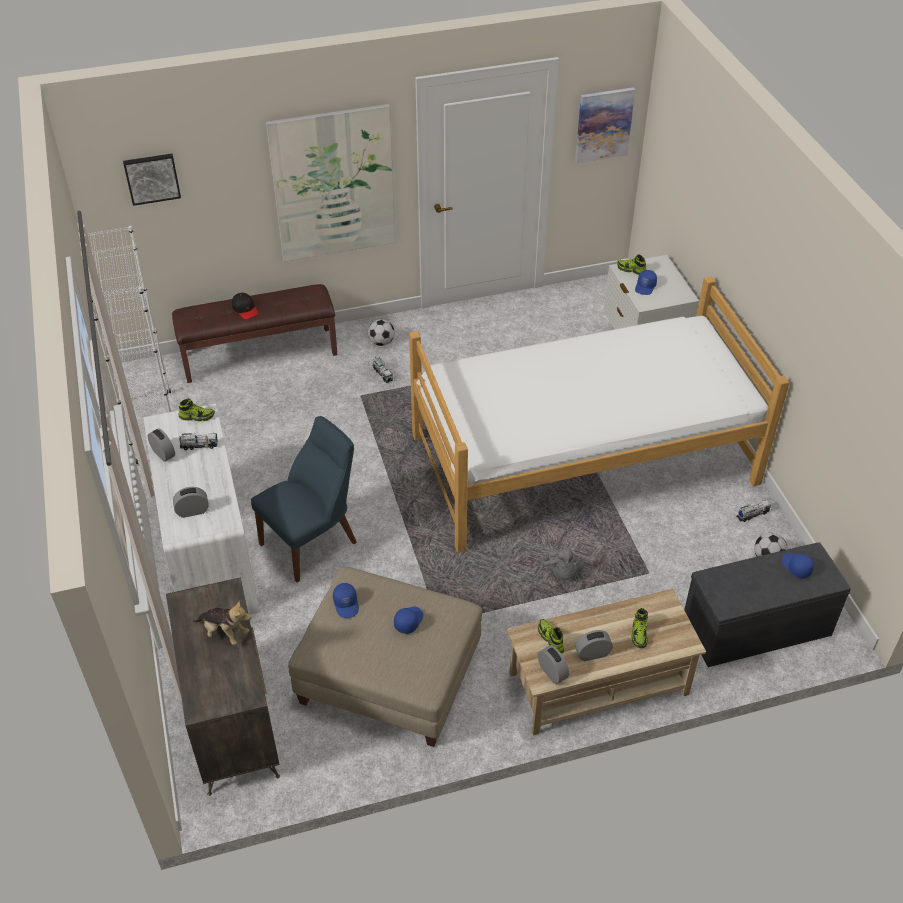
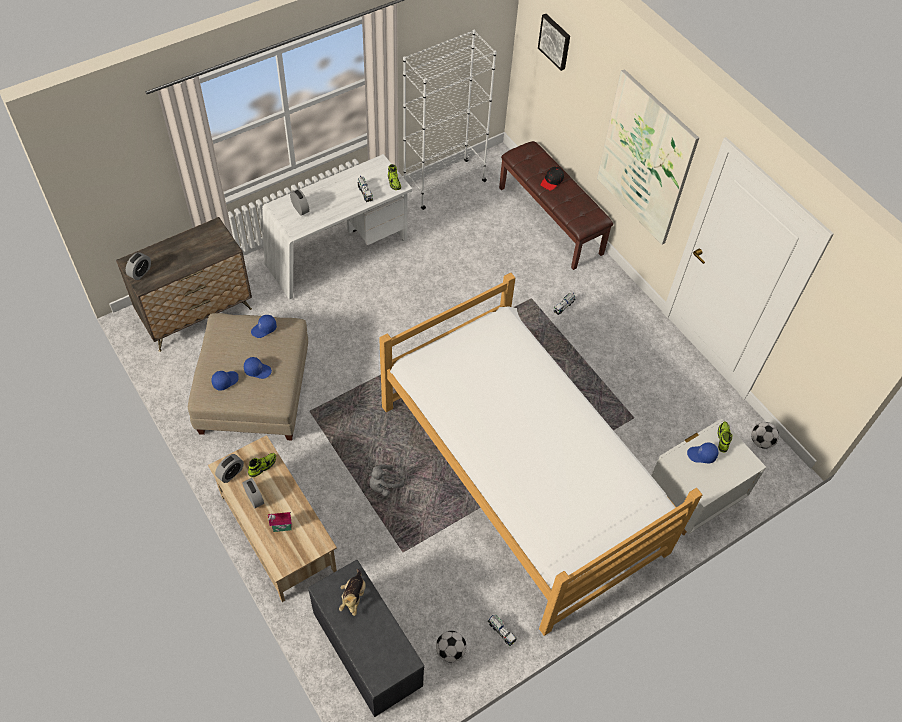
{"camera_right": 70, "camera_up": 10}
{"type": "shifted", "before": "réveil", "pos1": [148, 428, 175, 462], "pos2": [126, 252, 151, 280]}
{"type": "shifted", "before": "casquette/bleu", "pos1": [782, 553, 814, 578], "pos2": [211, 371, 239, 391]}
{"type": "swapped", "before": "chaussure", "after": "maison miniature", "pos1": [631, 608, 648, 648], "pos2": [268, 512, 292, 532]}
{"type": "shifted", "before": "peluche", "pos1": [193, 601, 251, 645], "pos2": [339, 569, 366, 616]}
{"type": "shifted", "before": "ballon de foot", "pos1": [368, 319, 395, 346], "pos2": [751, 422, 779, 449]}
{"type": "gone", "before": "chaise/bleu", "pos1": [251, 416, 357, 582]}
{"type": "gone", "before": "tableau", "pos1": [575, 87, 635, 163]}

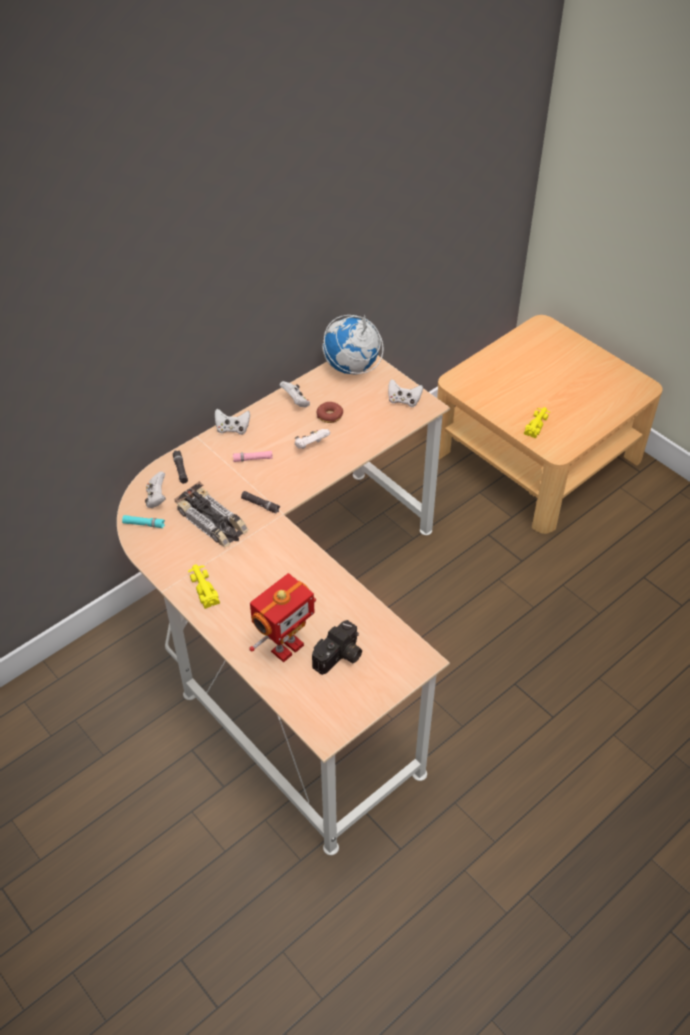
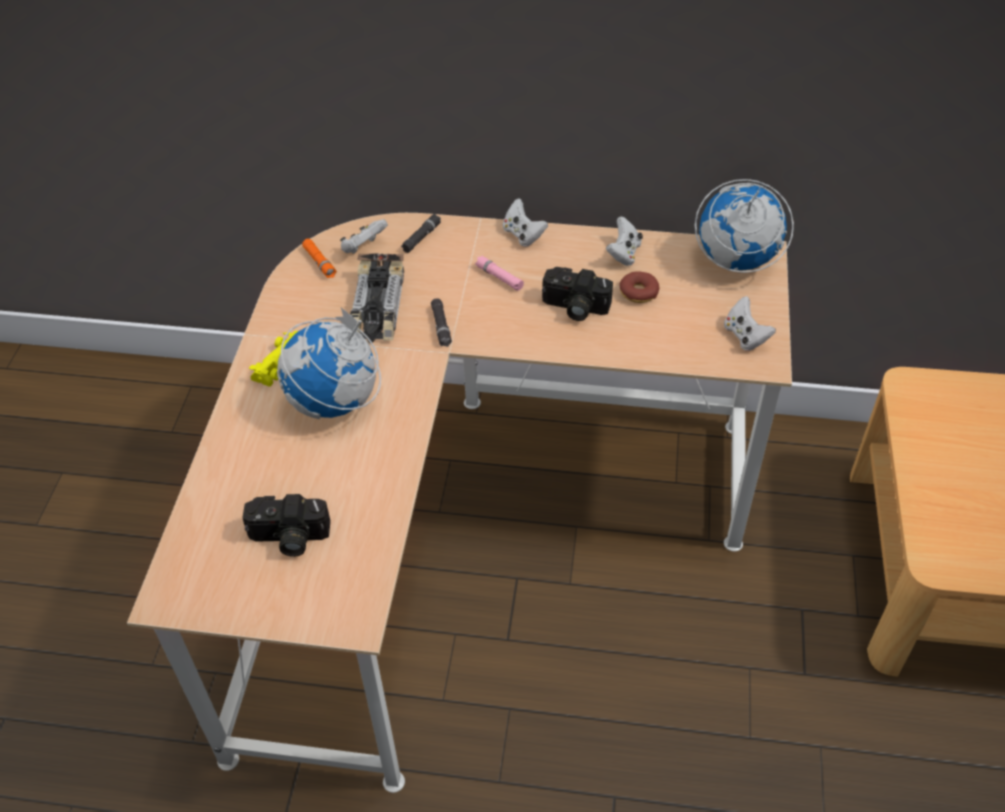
{"camera_right": 50, "camera_up": 0}
{"type": "new", "after": "globe", "pos2": [277, 308, 381, 419]}
{"type": "repainted", "before": "lampe de poche/turquoise", "after": "lampe de poche/orange", "pos1": [122, 515, 165, 528], "pos2": [302, 238, 337, 278]}
{"type": "swapped", "before": "manette/blanc", "after": "appareil photo", "pos1": [295, 429, 330, 449], "pos2": [542, 267, 613, 321]}
{"type": "gone", "before": "robot jouet", "pos1": [249, 573, 316, 662]}
{"type": "gone", "before": "petite voiture/jaune", "pos1": [524, 407, 550, 438]}

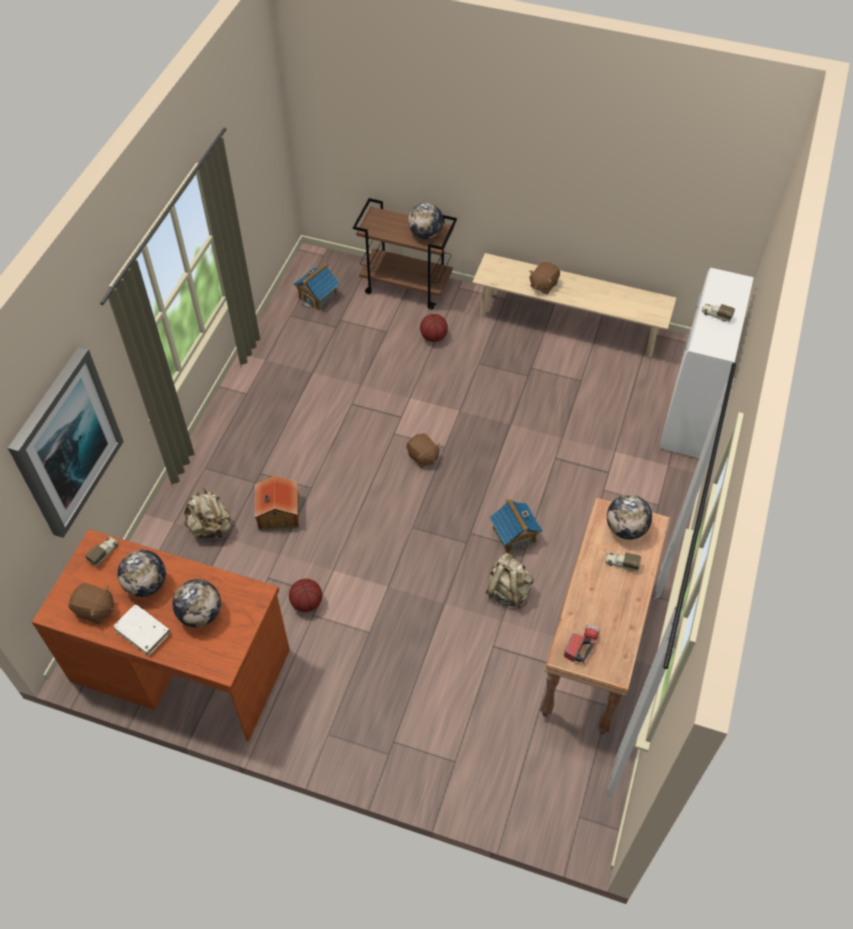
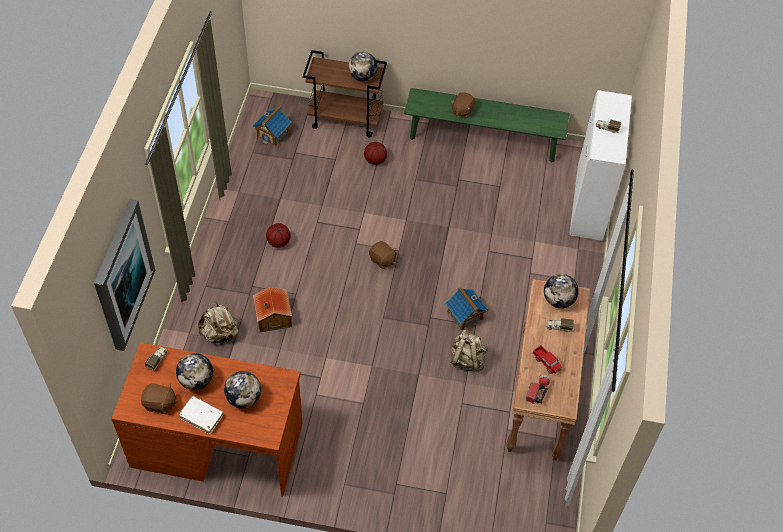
{"camera_right": -10, "camera_up": 0}
{"type": "shifted", "before": "ballon de basket", "pos1": [289, 579, 322, 612], "pos2": [266, 223, 291, 248]}
{"type": "repainted", "before": "banc/beige", "after": "banc/vert", "pos1": [472, 253, 676, 357], "pos2": [404, 88, 570, 163]}
{"type": "new", "after": "camion jouet", "pos2": [532, 345, 561, 375]}

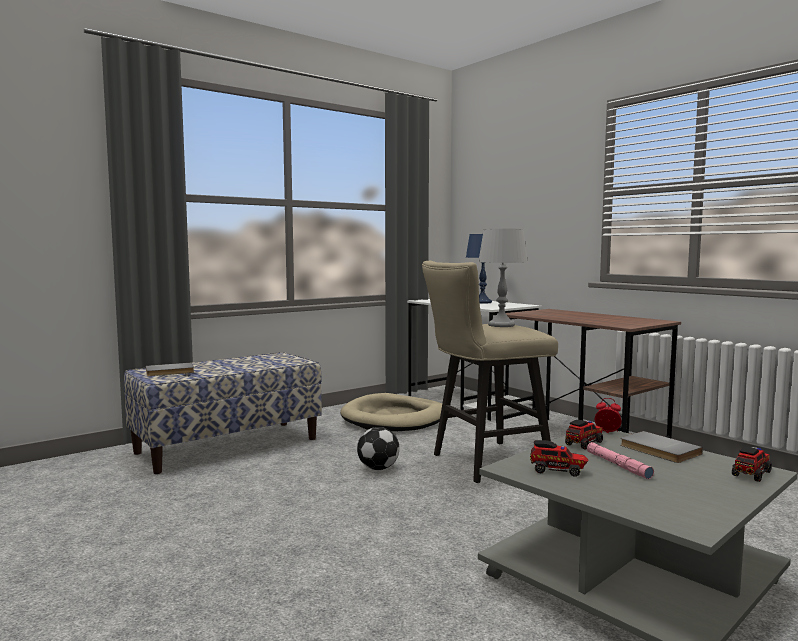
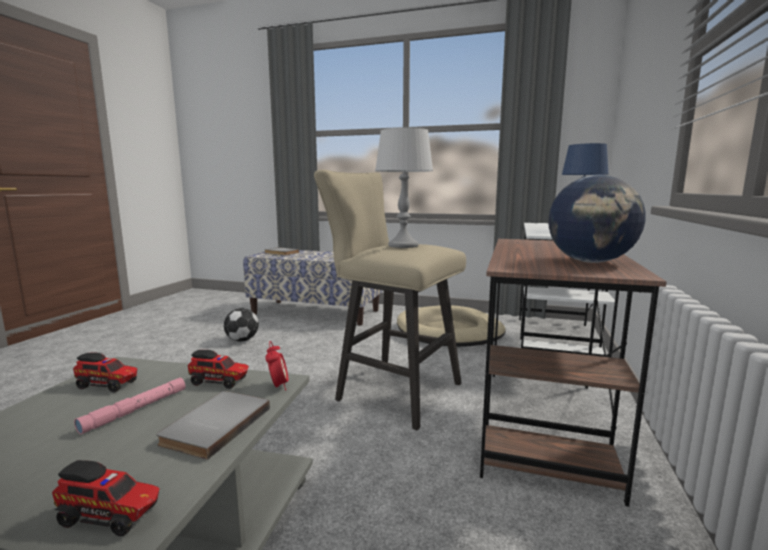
{"camera_right": 55, "camera_up": 5}
{"type": "rotated", "before": "camion jouet", "pos1": [530, 440, 589, 477], "pos2": [73, 353, 138, 392], "turn": -60}
{"type": "shifted", "before": "ballon de foot", "pos1": [357, 427, 399, 470], "pos2": [224, 308, 259, 342]}
{"type": "new", "after": "globe", "pos2": [548, 175, 646, 263]}

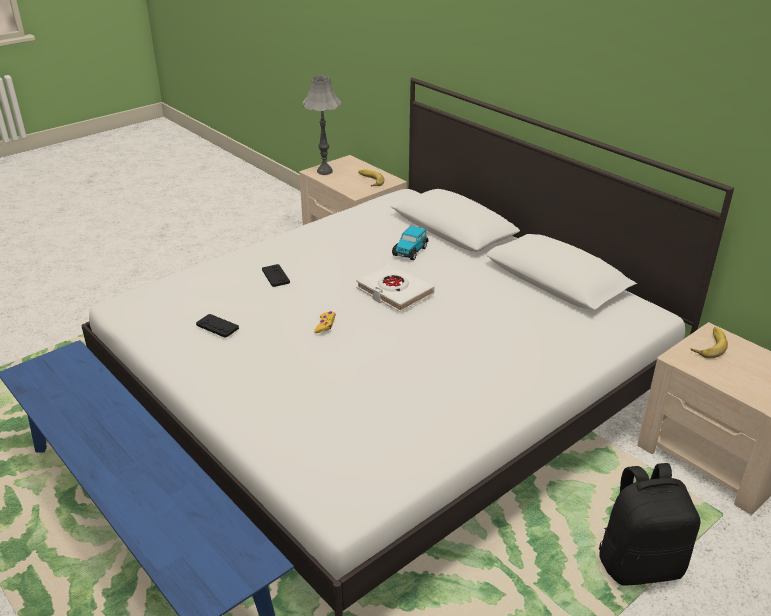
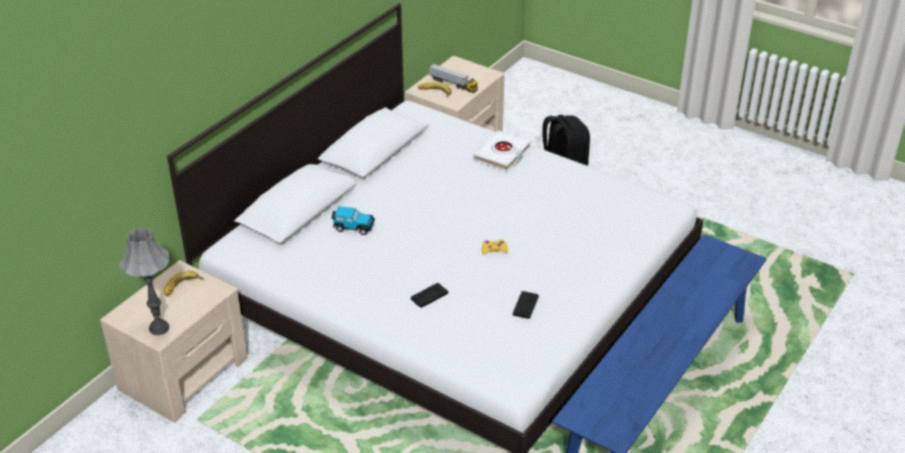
{"camera_right": -105, "camera_up": 5}
{"type": "new", "after": "camion jouet", "pos2": [429, 64, 478, 93]}
{"type": "shifted", "before": "livre/blanc", "pos1": [356, 264, 435, 312], "pos2": [473, 131, 531, 172]}

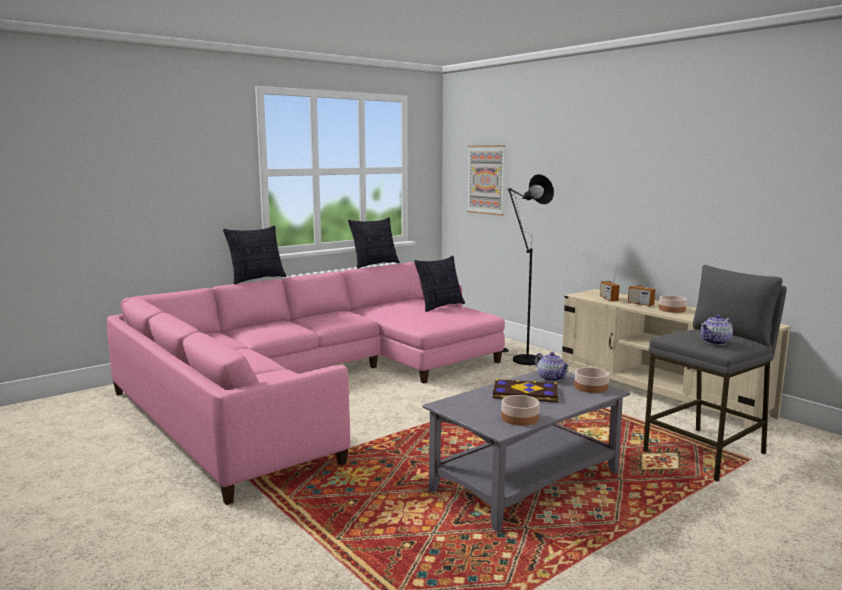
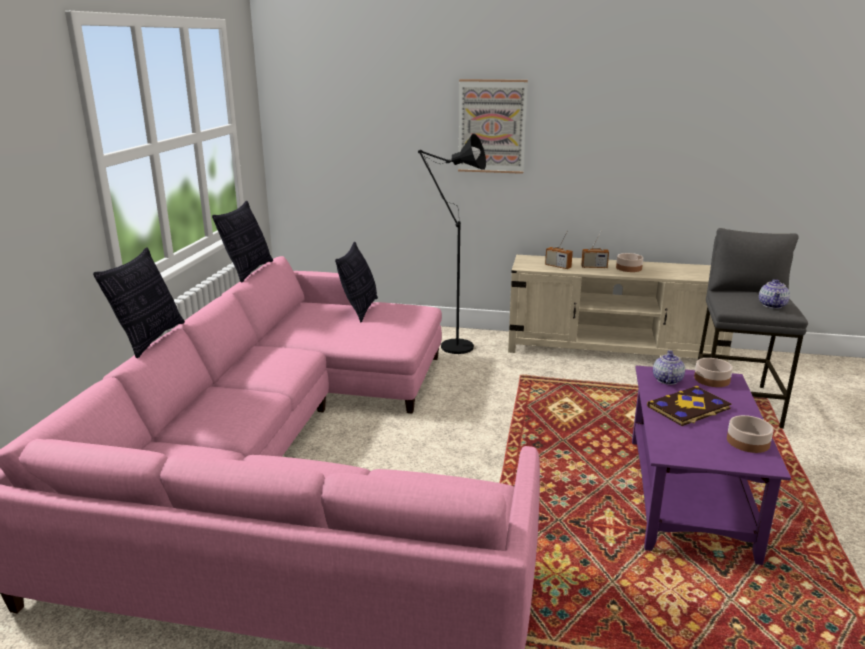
{"camera_right": -40, "camera_up": 10}
{"type": "shifted", "before": "tableau", "pos1": [467, 145, 505, 216], "pos2": [458, 79, 528, 174]}
{"type": "repainted", "before": "table basse/gris", "after": "table basse/violet", "pos1": [423, 371, 630, 532], "pos2": [632, 366, 791, 565]}
{"type": "rotated", "before": "théière", "pos1": [535, 352, 570, 382], "pos2": [653, 350, 685, 385], "turn": -90}

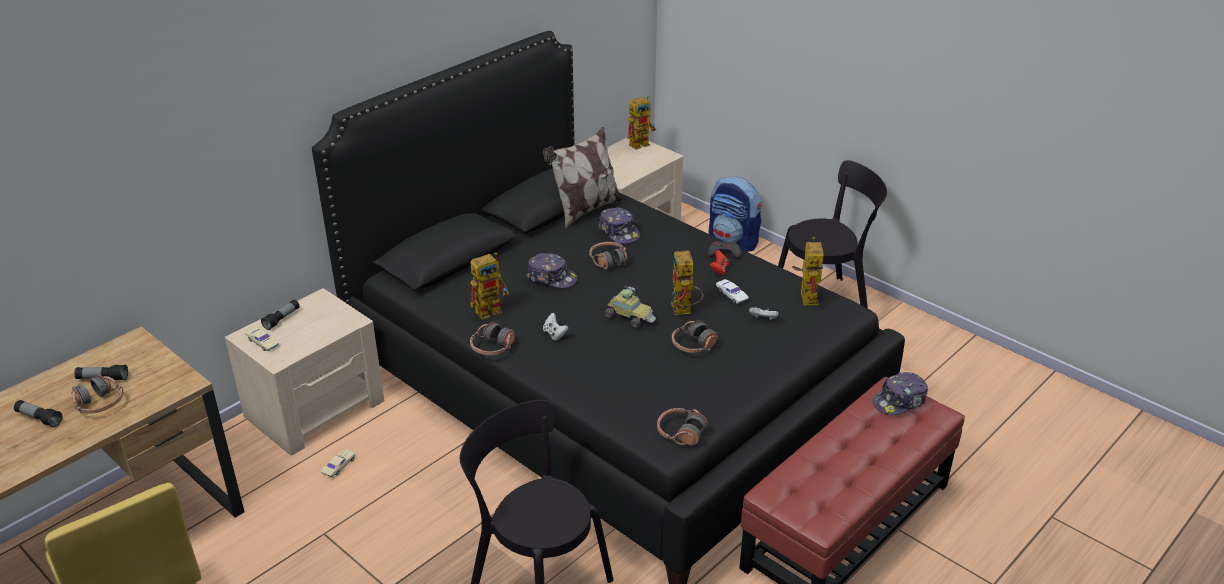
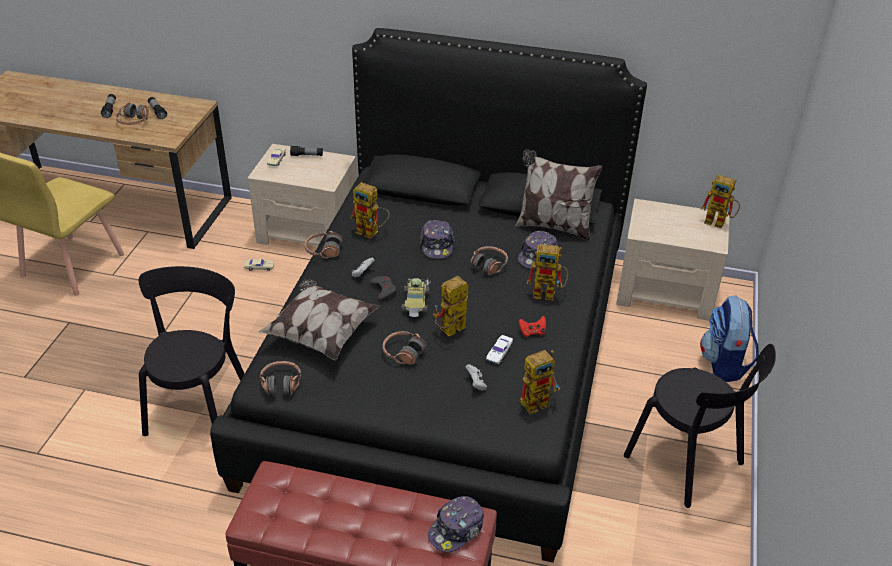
{"camera_right": 60, "camera_up": 5}
{"type": "new", "after": "coussin", "pos2": [259, 279, 379, 361]}
{"type": "shifted", "before": "manette/gris", "pos1": [708, 241, 741, 258], "pos2": [369, 276, 396, 301]}
{"type": "rotated", "before": "casquette", "pos1": [872, 372, 928, 415], "pos2": [428, 496, 484, 553], "turn": -75}
{"type": "new", "after": "robot jouet", "pos2": [526, 244, 568, 301]}

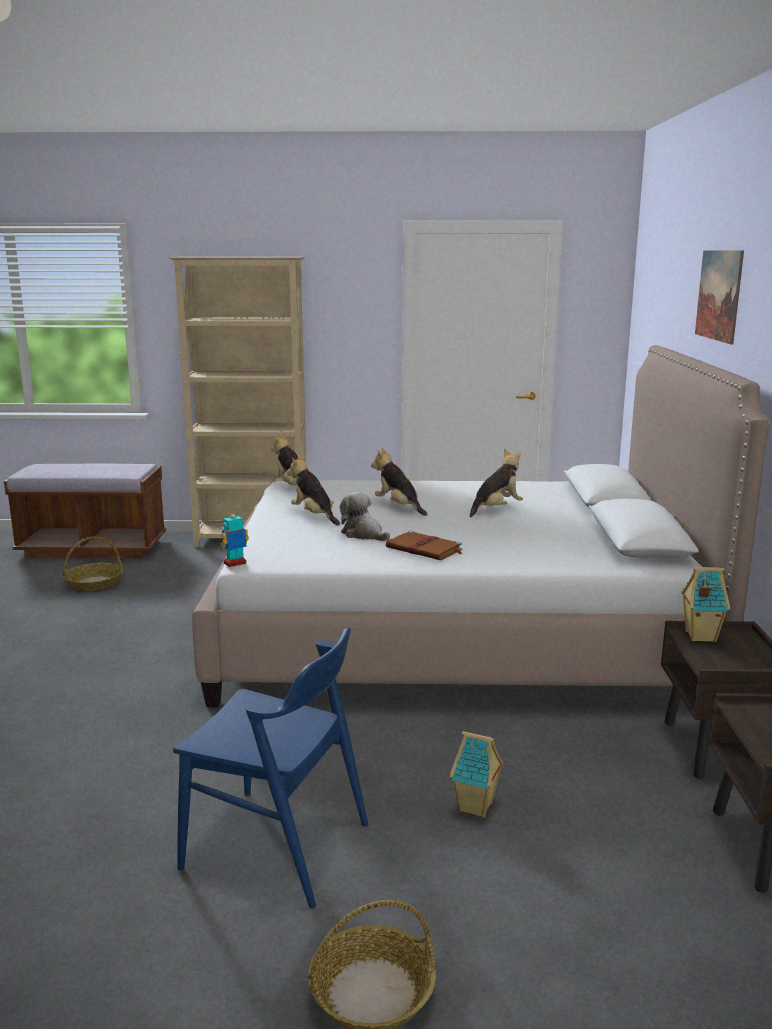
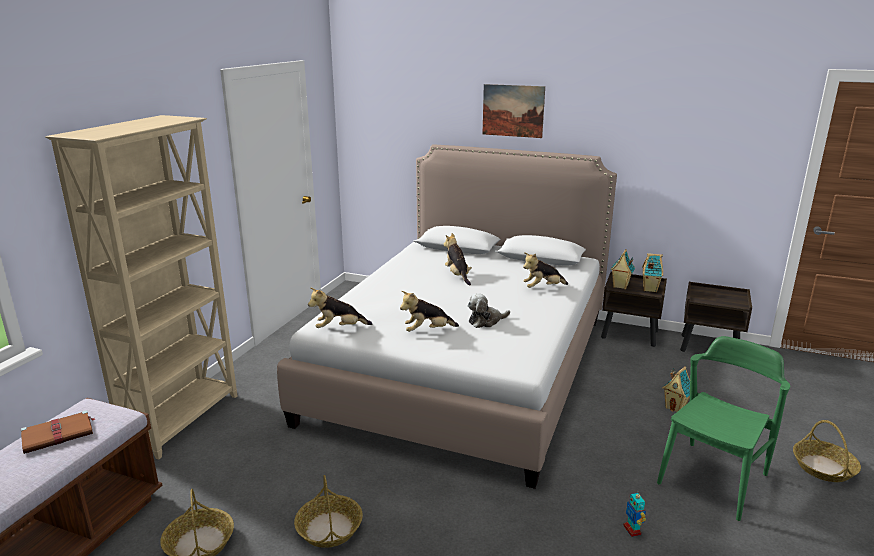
{"camera_right": -70, "camera_up": 5}
{"type": "shifted", "before": "livre/marron", "pos1": [386, 531, 462, 560], "pos2": [21, 410, 96, 454]}
{"type": "new", "after": "panier", "pos2": [294, 475, 363, 548]}
{"type": "shifted", "before": "peluche", "pos1": [371, 448, 427, 516], "pos2": [523, 252, 568, 288]}
{"type": "shifted", "before": "robot jouet", "pos1": [220, 509, 249, 567], "pos2": [623, 493, 646, 537]}
{"type": "new", "after": "maison miniature", "pos2": [642, 253, 663, 292]}
{"type": "repainted", "before": "chaise/bleu", "after": "chaise/vert", "pos1": [173, 627, 368, 908], "pos2": [657, 336, 790, 521]}

